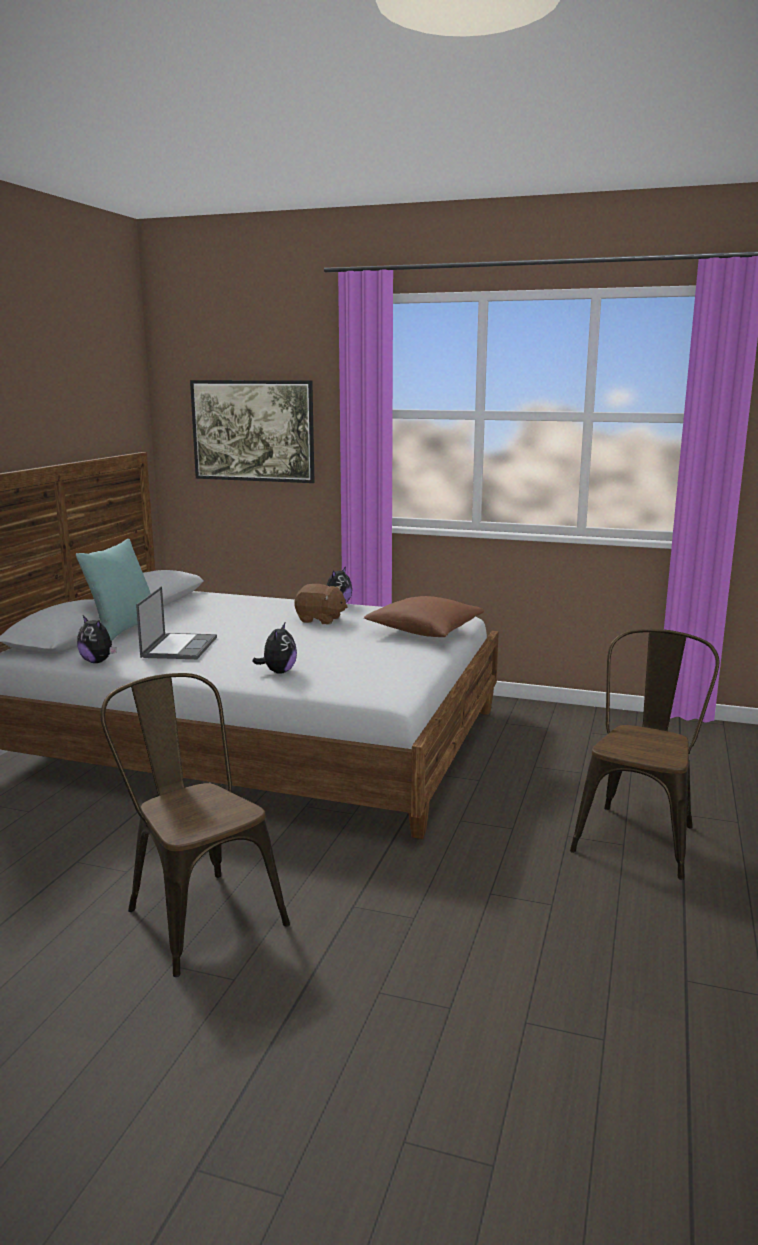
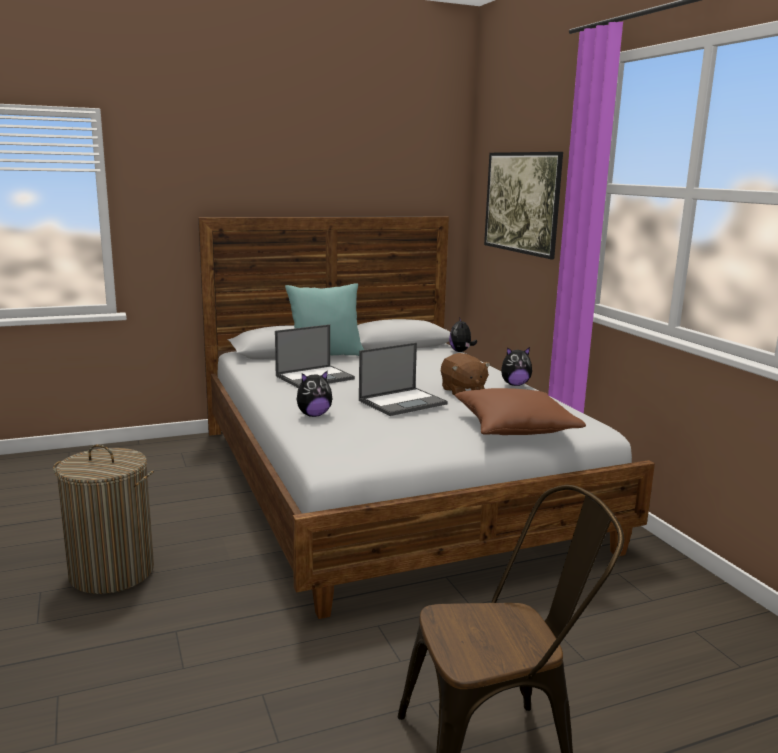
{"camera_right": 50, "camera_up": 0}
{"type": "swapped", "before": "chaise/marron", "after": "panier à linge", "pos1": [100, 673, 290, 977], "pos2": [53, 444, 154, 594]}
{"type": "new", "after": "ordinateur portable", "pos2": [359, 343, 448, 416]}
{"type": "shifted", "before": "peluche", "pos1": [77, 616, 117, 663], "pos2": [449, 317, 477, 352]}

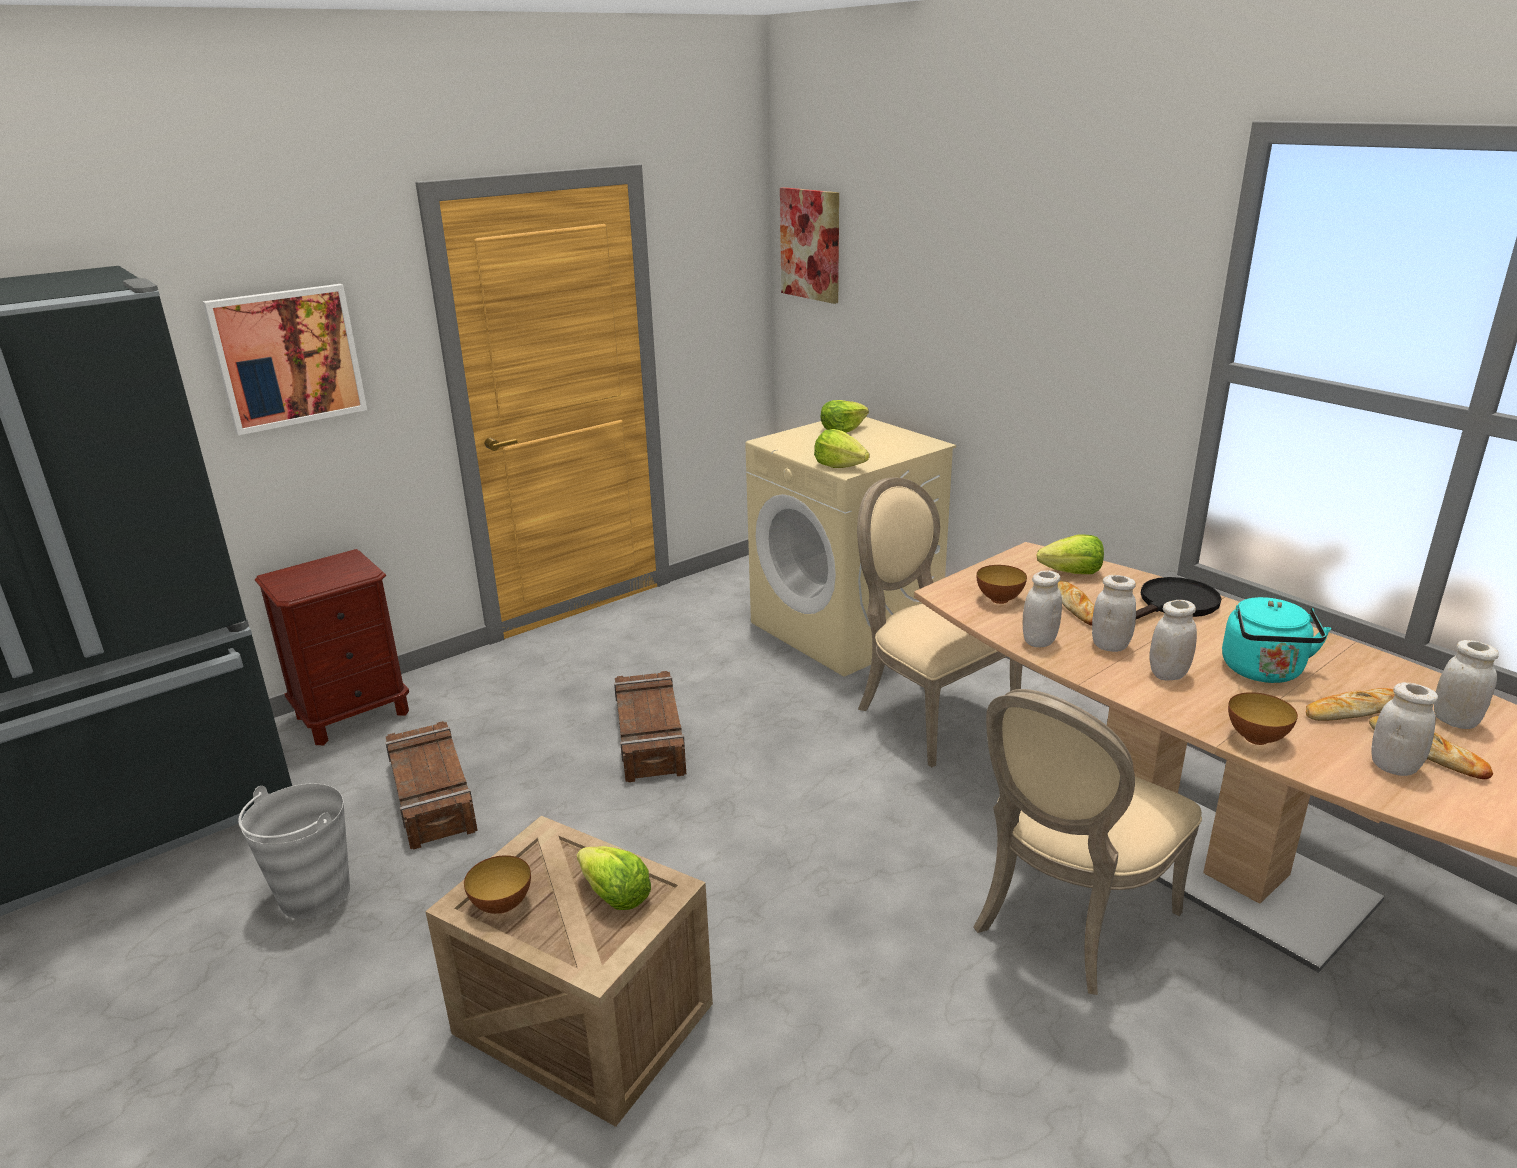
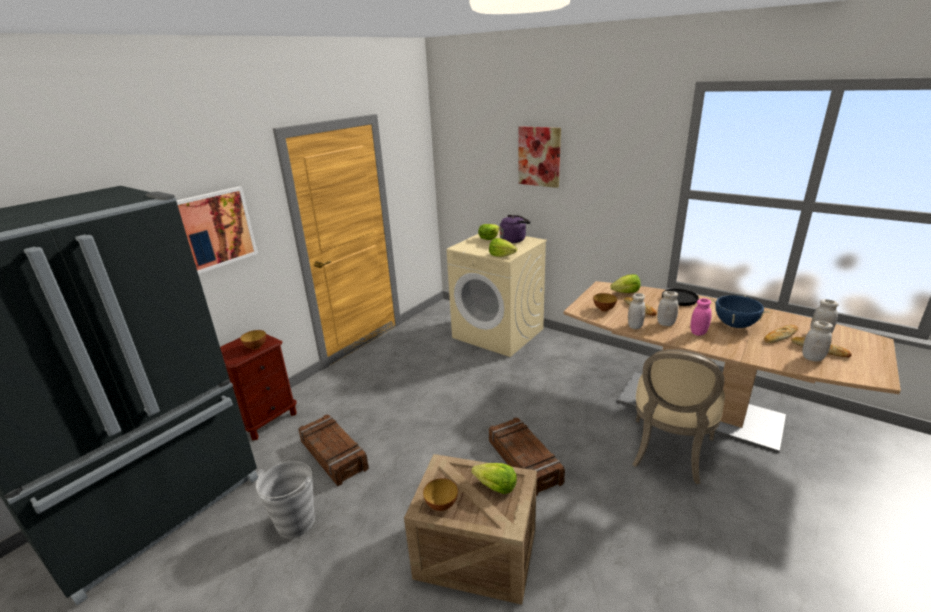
{"camera_right": -15, "camera_up": 0}
{"type": "shifted", "before": "bol", "pos1": [1228, 692, 1298, 745], "pos2": [240, 330, 266, 350]}
{"type": "shifted", "before": "caisse", "pos1": [614, 671, 686, 782], "pos2": [489, 417, 565, 496]}
{"type": "new", "after": "bouilloire/violet", "pos2": [500, 215, 531, 243]}
{"type": "shifted", "before": "tableau", "pos1": [780, 187, 839, 304], "pos2": [518, 126, 561, 188]}
{"type": "repainted", "before": "bocal/blanc", "after": "bocal/rose", "pos1": [1150, 600, 1197, 681], "pos2": [690, 298, 712, 336]}
{"type": "swapped", "before": "bouilloire/turquoise", "after": "marmite/bleu", "pos1": [1222, 597, 1331, 683], "pos2": [711, 295, 770, 328]}
{"type": "gone", "before": "chaise/beige", "pos1": [857, 477, 1023, 767]}

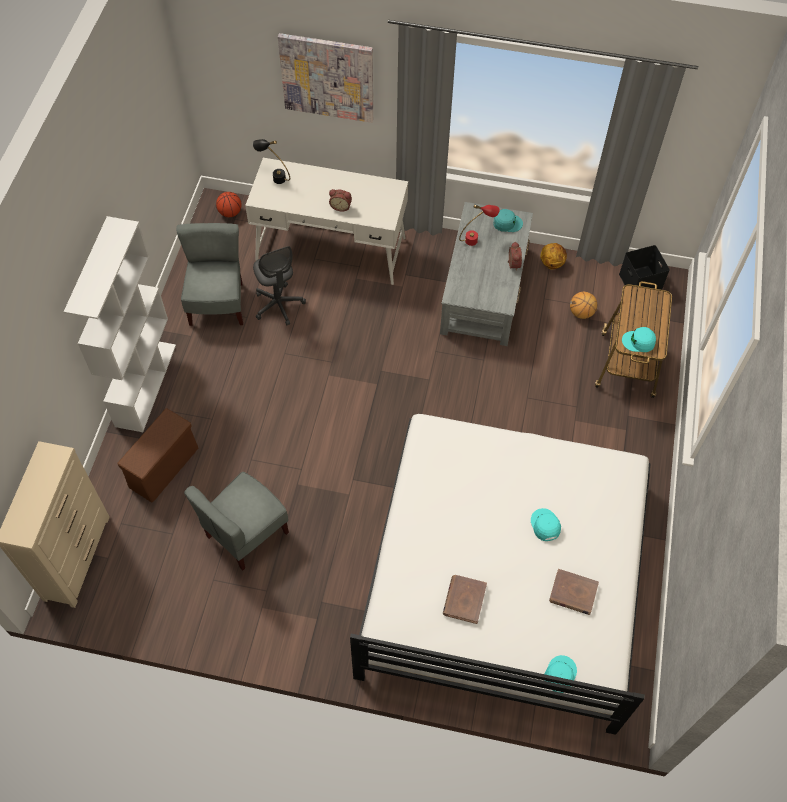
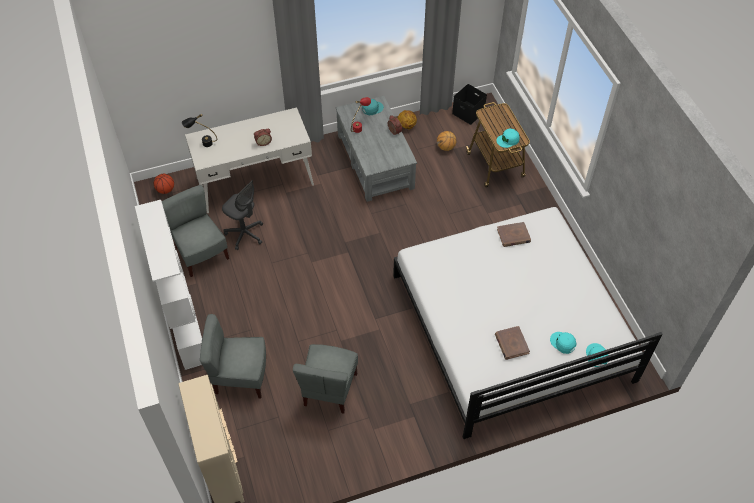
{"camera_right": -30, "camera_up": -5}
{"type": "swapped", "before": "boîte de rangement/marron", "after": "chaise/gris", "pos1": [118, 408, 198, 502], "pos2": [200, 314, 266, 398]}
{"type": "shifted", "before": "livre/marron", "pos1": [549, 569, 599, 615], "pos2": [497, 222, 531, 247]}
{"type": "shifted", "before": "casquette/turquoise", "pos1": [531, 508, 561, 541], "pos2": [550, 332, 577, 354]}
{"type": "gone", "before": "tableau", "pos1": [278, 33, 373, 123]}

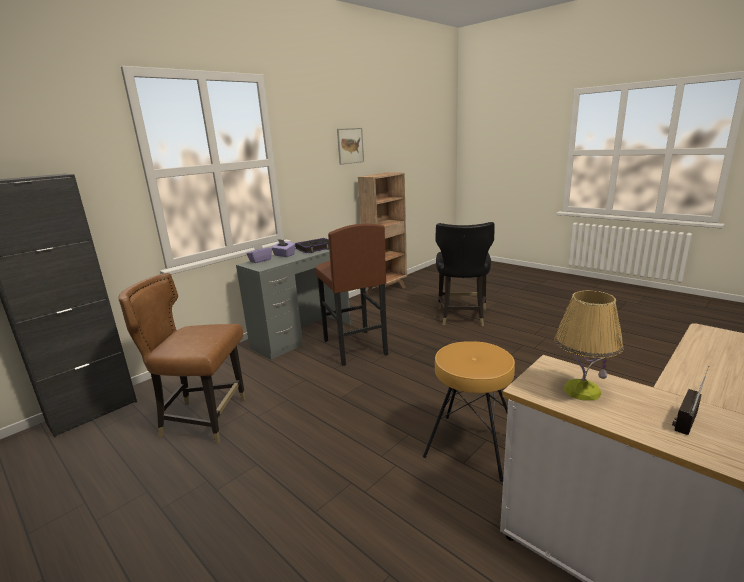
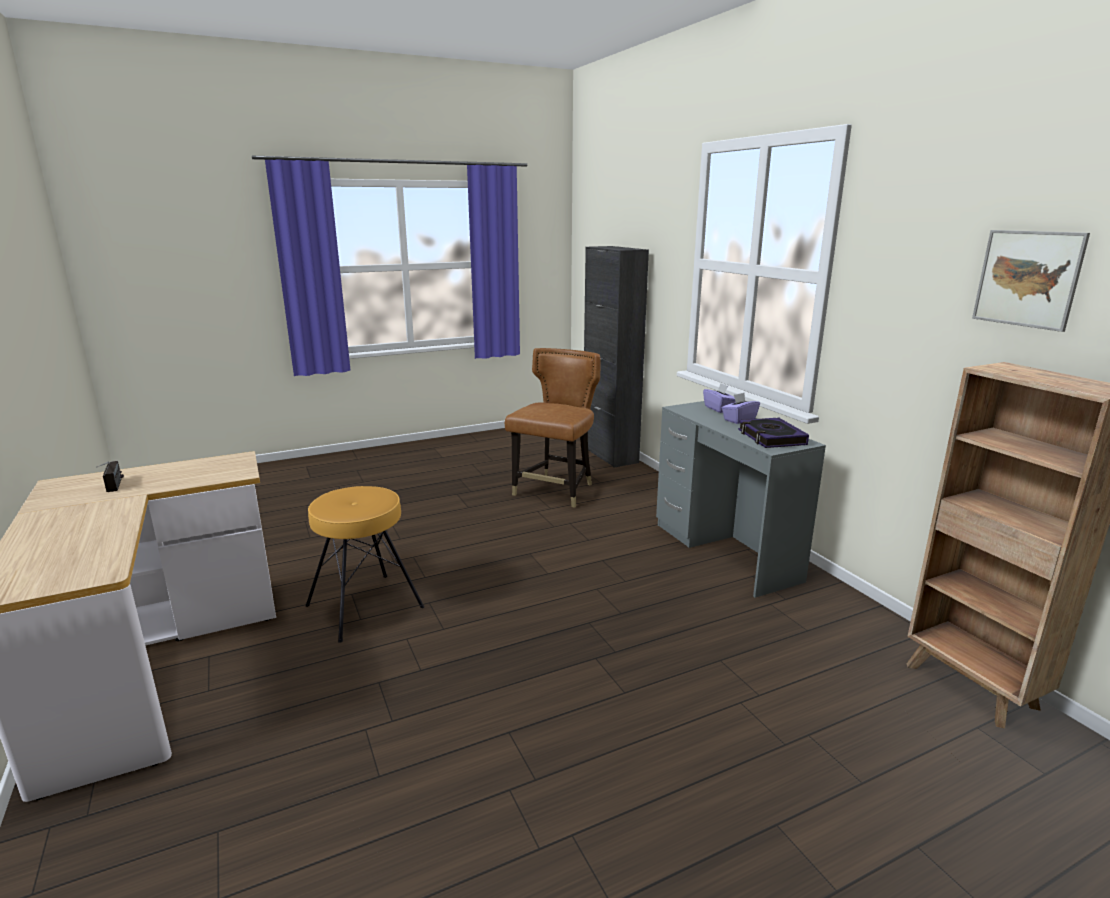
{"camera_right": 110, "camera_up": 0}
{"type": "gone", "before": "tabouret/marron", "pos1": [315, 224, 388, 366]}
{"type": "gone", "before": "chaise/noir", "pos1": [435, 222, 494, 326]}
{"type": "gone", "before": "lampe de table", "pos1": [554, 290, 623, 401]}

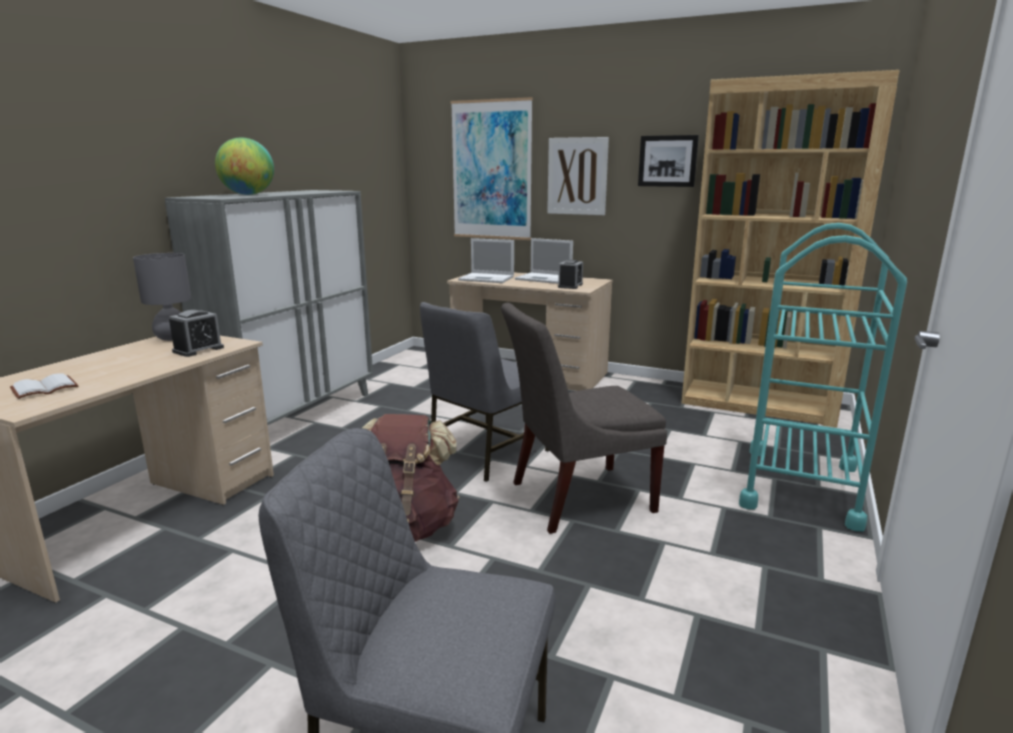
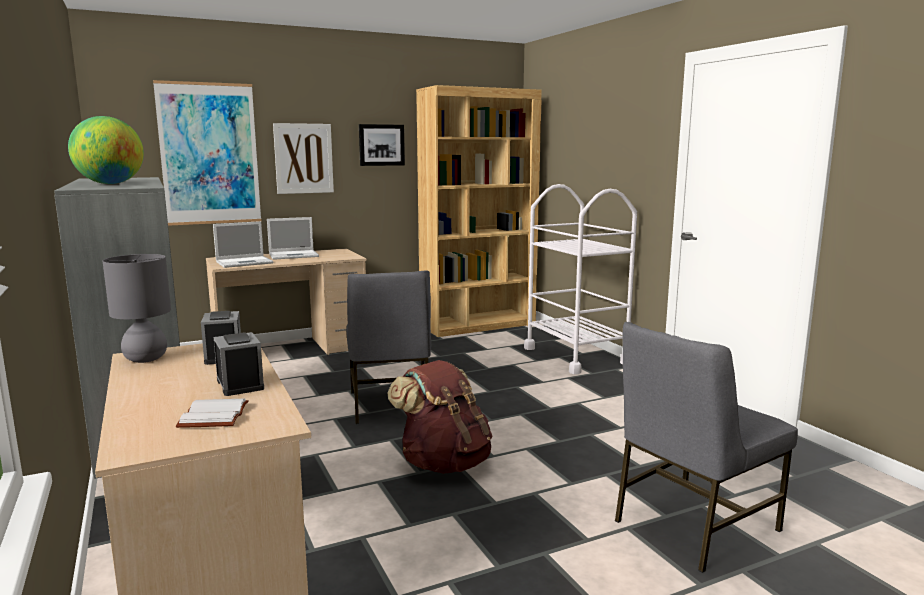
{"camera_right": -50, "camera_up": -5}
{"type": "shifted", "before": "réveil", "pos1": [558, 260, 583, 289], "pos2": [214, 332, 264, 396]}
{"type": "repainted", "before": "chariot/turquoise", "after": "chariot/blanc", "pos1": [739, 223, 907, 532], "pos2": [524, 184, 637, 374]}
{"type": "gone", "before": "chaise/gris", "pos1": [501, 303, 667, 534]}

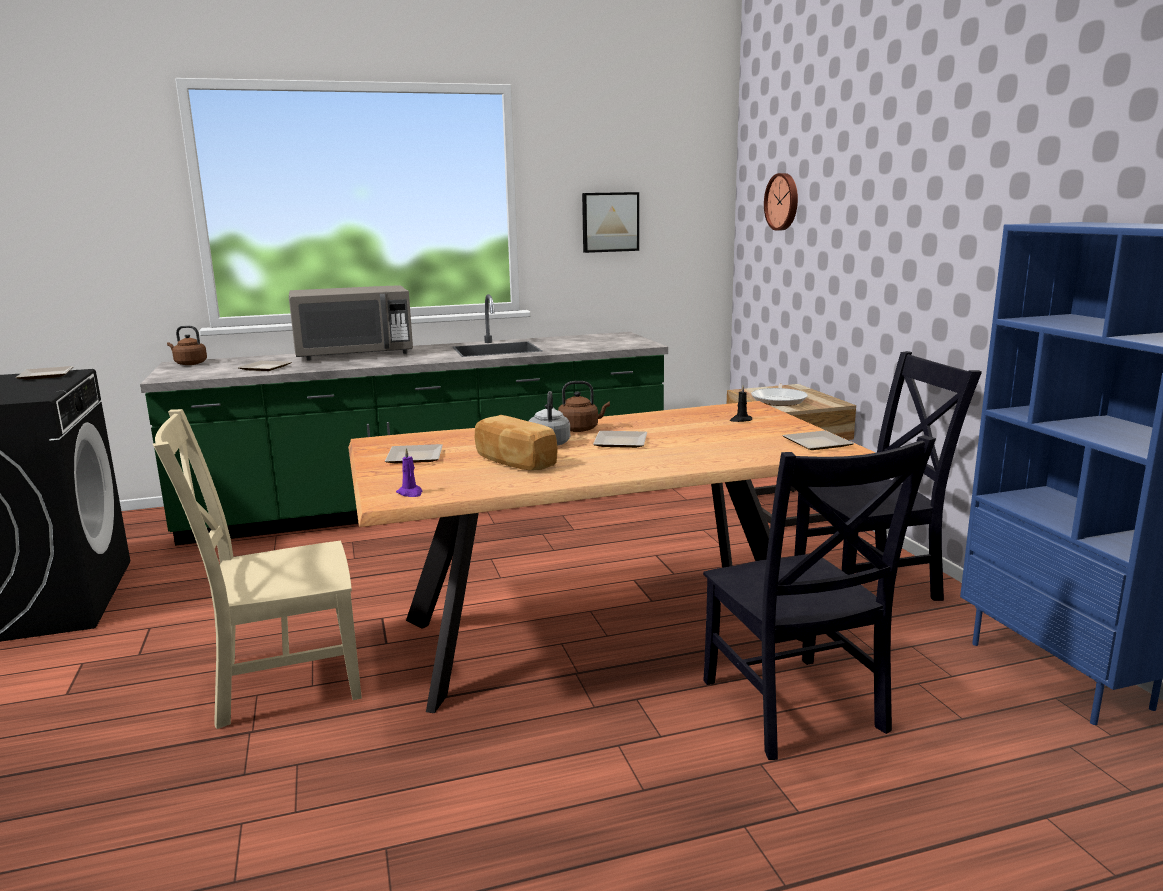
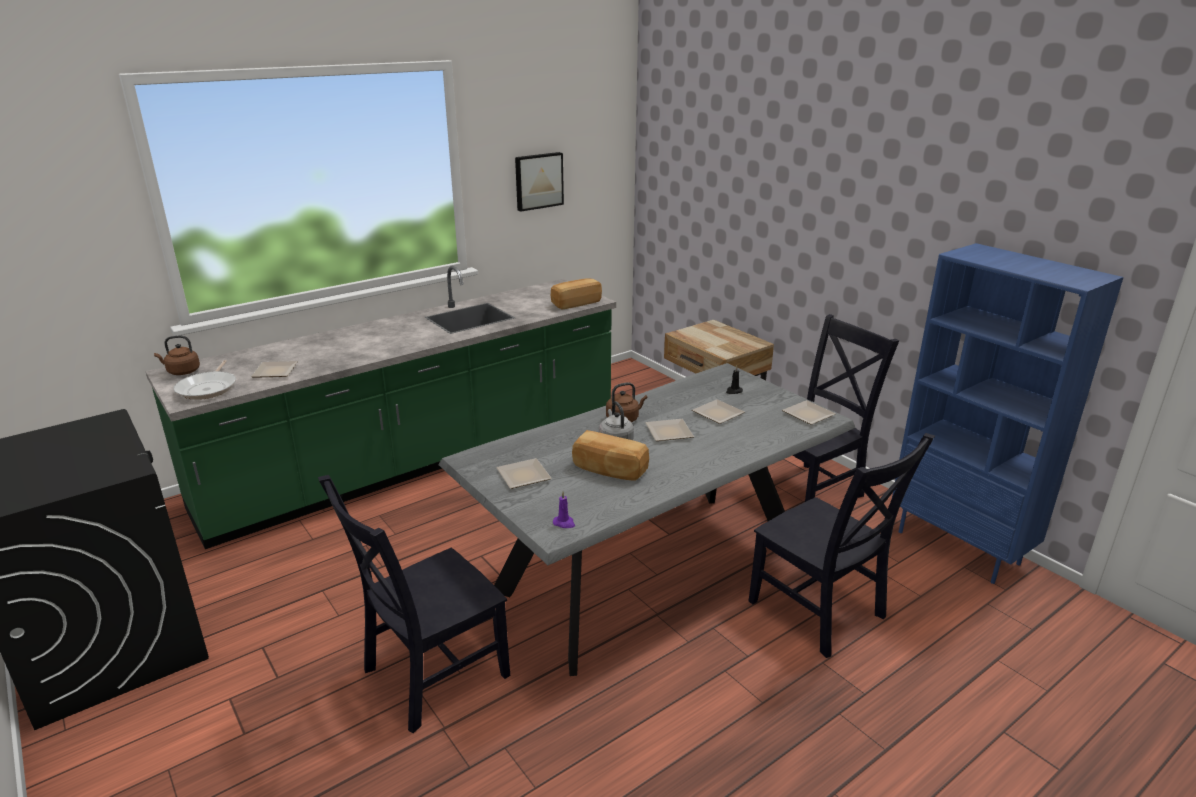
{"camera_right": -20, "camera_up": 10}
{"type": "shifted", "before": "poêle", "pos1": [751, 383, 808, 406], "pos2": [173, 360, 236, 400]}
{"type": "repainted", "before": "chaise/beige", "after": "chaise/noir", "pos1": [153, 409, 362, 729], "pos2": [318, 475, 510, 733]}
{"type": "repainted", "before": "table à manger/marron", "after": "table à manger/gris", "pos1": [348, 401, 876, 713], "pos2": [438, 363, 856, 676]}
{"type": "new", "after": "pain", "pos2": [551, 278, 602, 310]}
{"type": "shifted", "before": "assiette", "pos1": [16, 366, 74, 380], "pos2": [692, 399, 745, 424]}
{"type": "gone", "before": "micro-ondes/gris", "pos1": [289, 285, 413, 361]}
{"type": "gone", "before": "horloge murale", "pos1": [764, 173, 798, 231]}

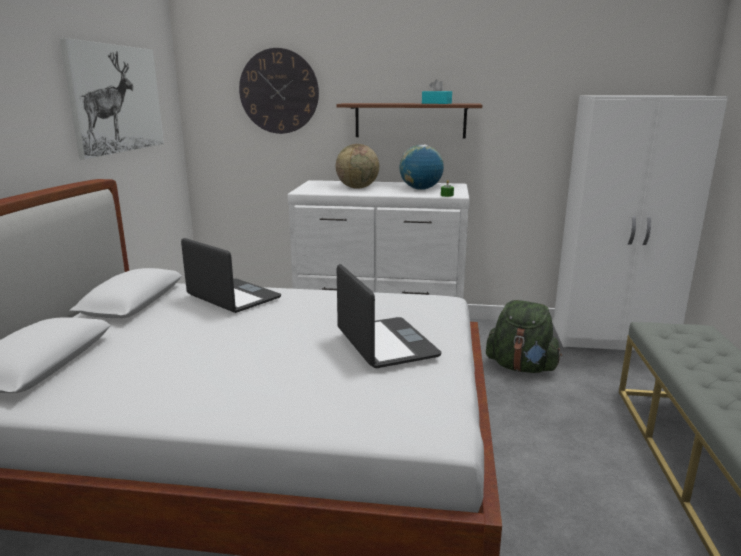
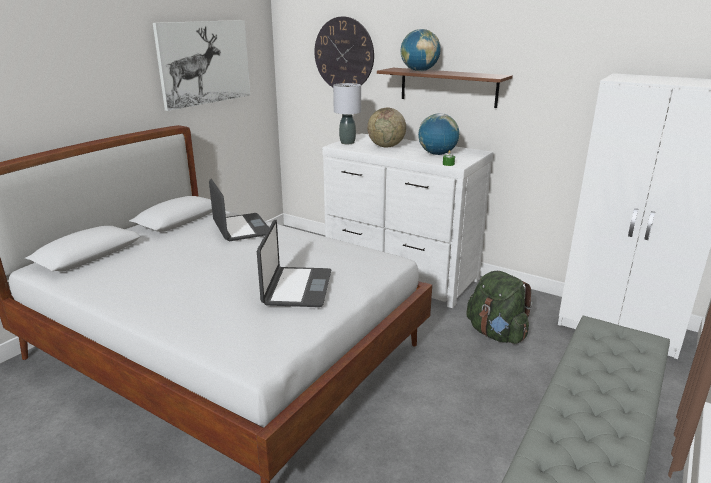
{"camera_right": 25, "camera_up": 5}
{"type": "new", "after": "lampe de table/gris", "pos2": [333, 83, 361, 144]}
{"type": "new", "after": "globe", "pos2": [401, 29, 441, 71]}
{"type": "gone", "before": "boîte à mouchoirs/turquoise", "pos1": [422, 79, 452, 104]}

